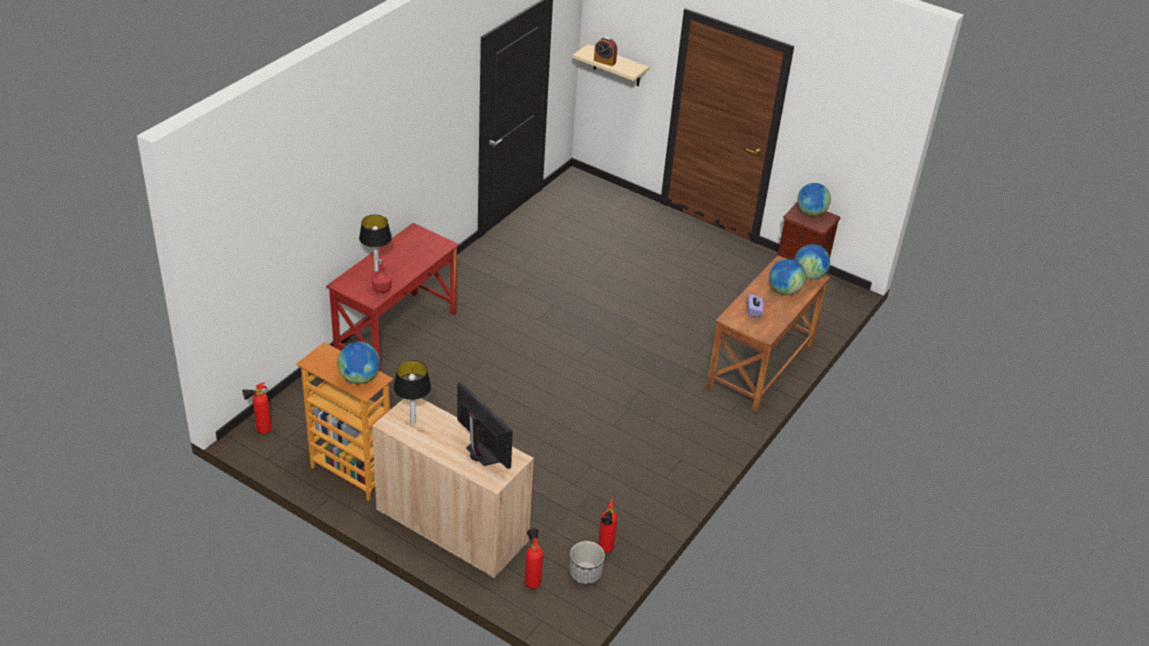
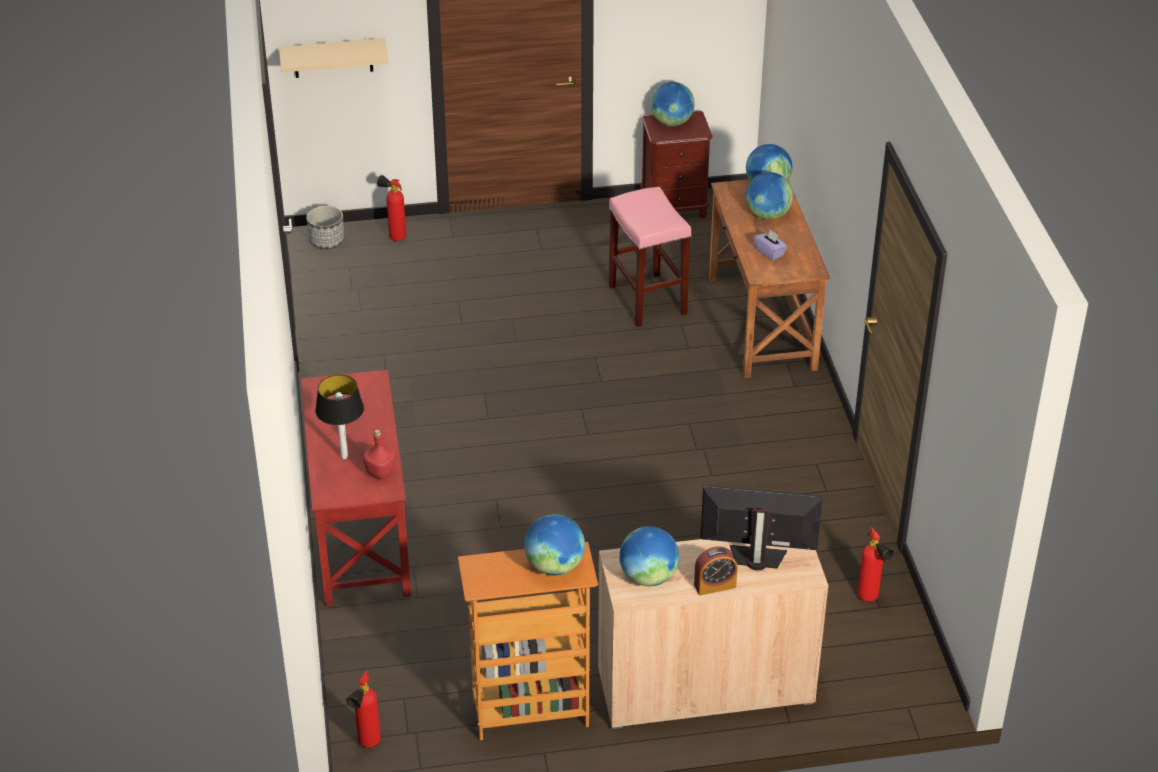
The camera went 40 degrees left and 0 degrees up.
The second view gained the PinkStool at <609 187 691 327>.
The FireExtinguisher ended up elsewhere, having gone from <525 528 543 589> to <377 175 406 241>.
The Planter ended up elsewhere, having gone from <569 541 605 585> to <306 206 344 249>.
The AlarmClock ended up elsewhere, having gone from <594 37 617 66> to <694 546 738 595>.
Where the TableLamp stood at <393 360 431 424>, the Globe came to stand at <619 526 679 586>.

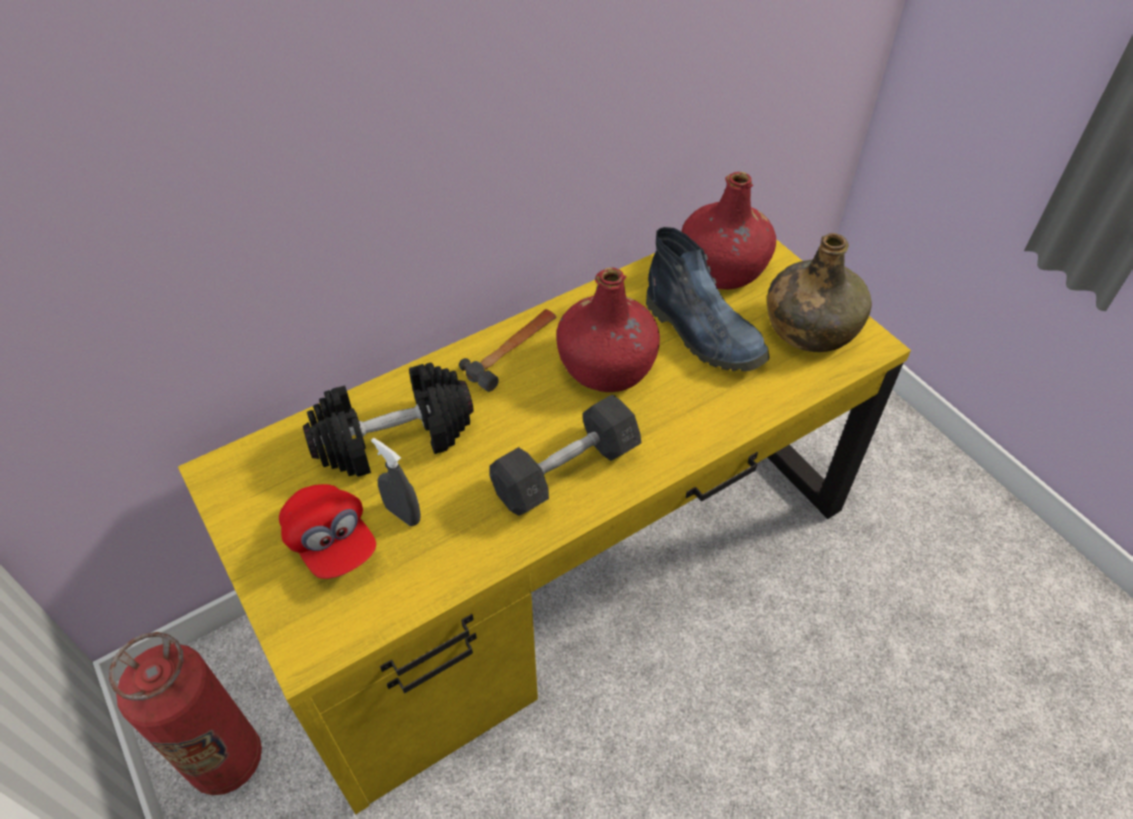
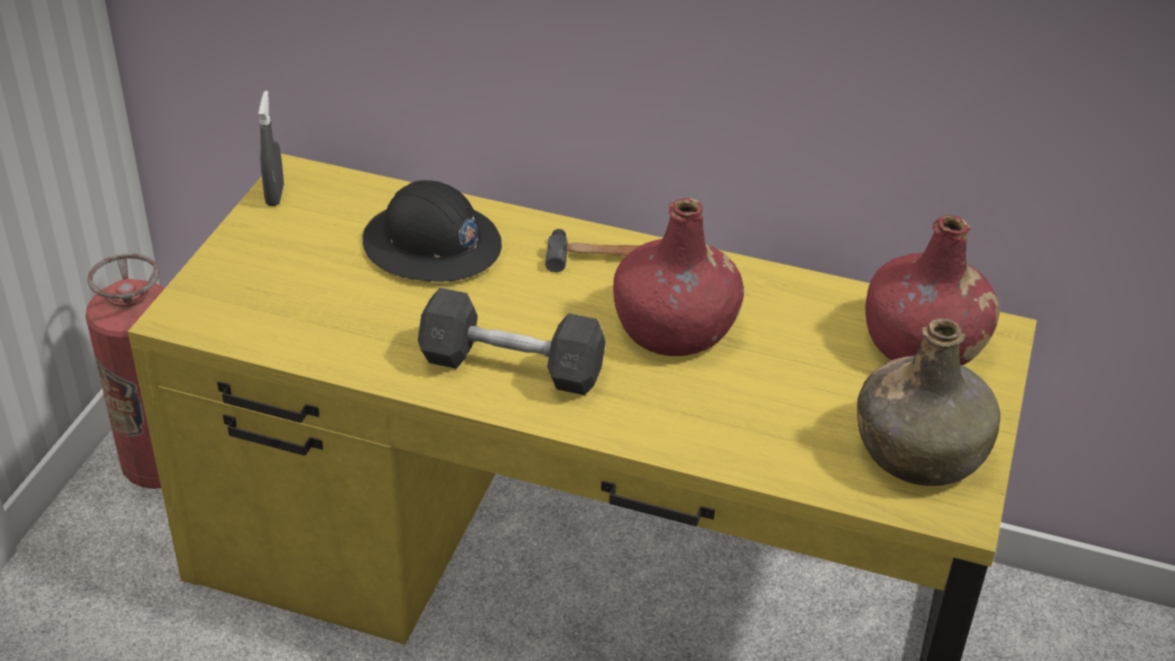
The camera went 50 degrees right and 10 degrees down.
The second view lost the RedCap at <279 484 376 579>.
The second view lost the Boot at <646 227 770 371>.
The GreySprayBottle ended up elsewhere, having gone from <371 438 421 526> to <258 91 284 206>.
Where the BlackDumbbell stood at <303 363 474 477>, the BlackHardHat came to stand at <363 180 502 282>.

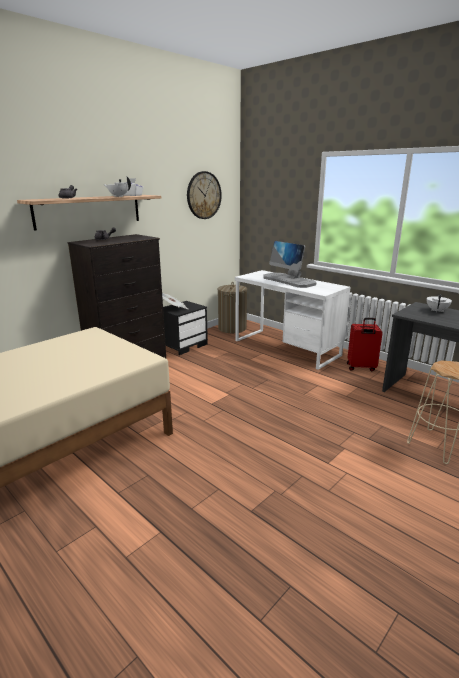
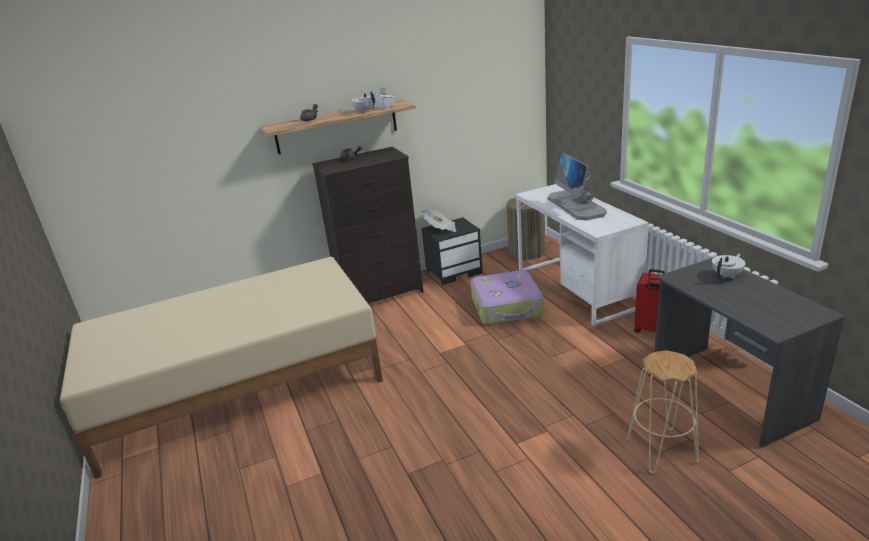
The camera went 25 degrees right and 5 degrees up.
The second view lost the WallClock at <187 171 222 219>.
The second view gained the Suitcase at <471 270 544 325>.

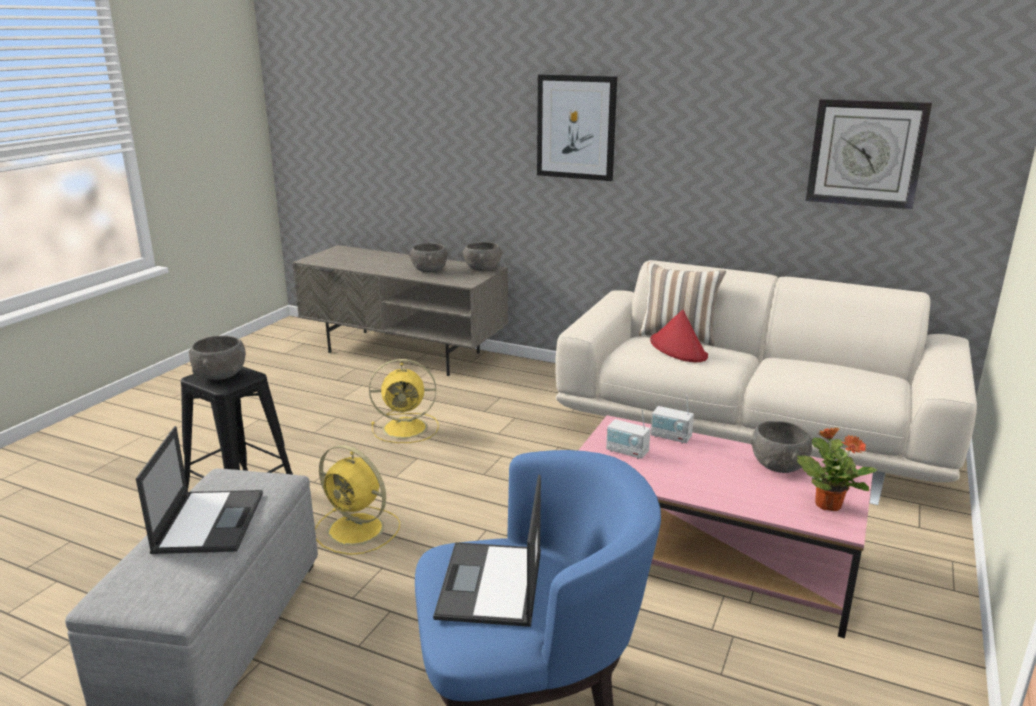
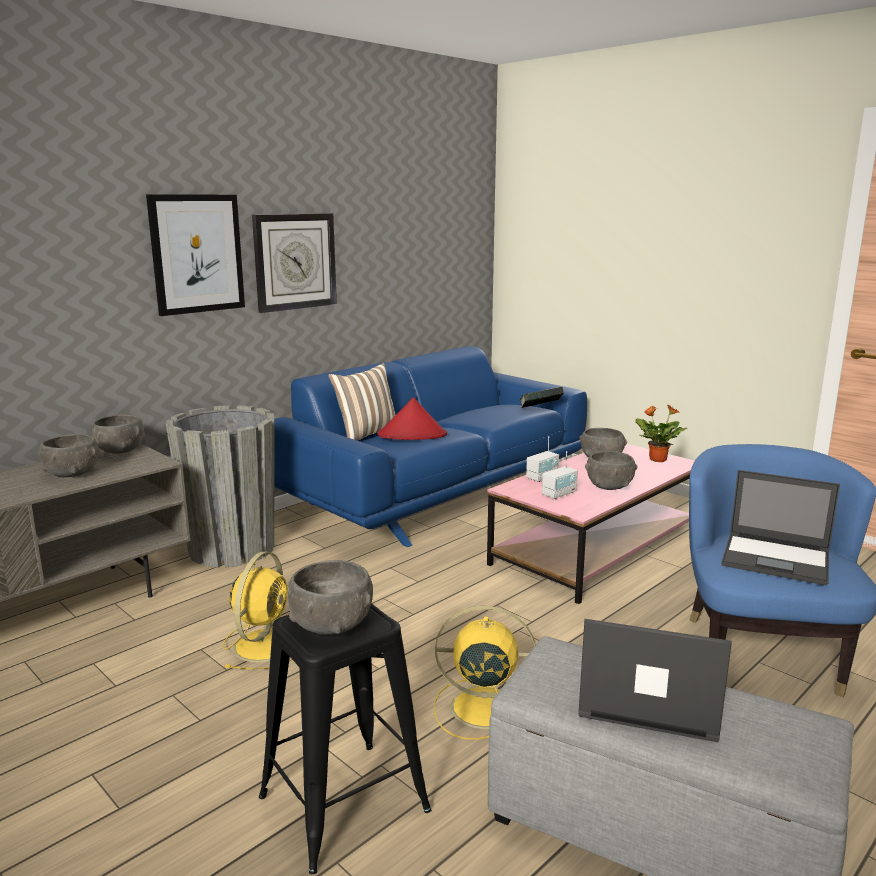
The camera went 70 degrees left and 5 degrees down.
The second view gained the GreyPlanter at <166 405 275 567>.
The second view gained the Book at <520 387 564 408>.
The second view gained the GreyBowl at <585 451 638 490>.
The WallClock ended up elsewhere, having gone from <806 99 932 210> to <252 213 337 313>.
What was the BeigeSofa at <555 260 977 505> turned into the BlueSofa at <274 346 587 547>.
The YellowFan at <315 445 400 555> ended up facing another way, 135 degrees counterclockwise from before.

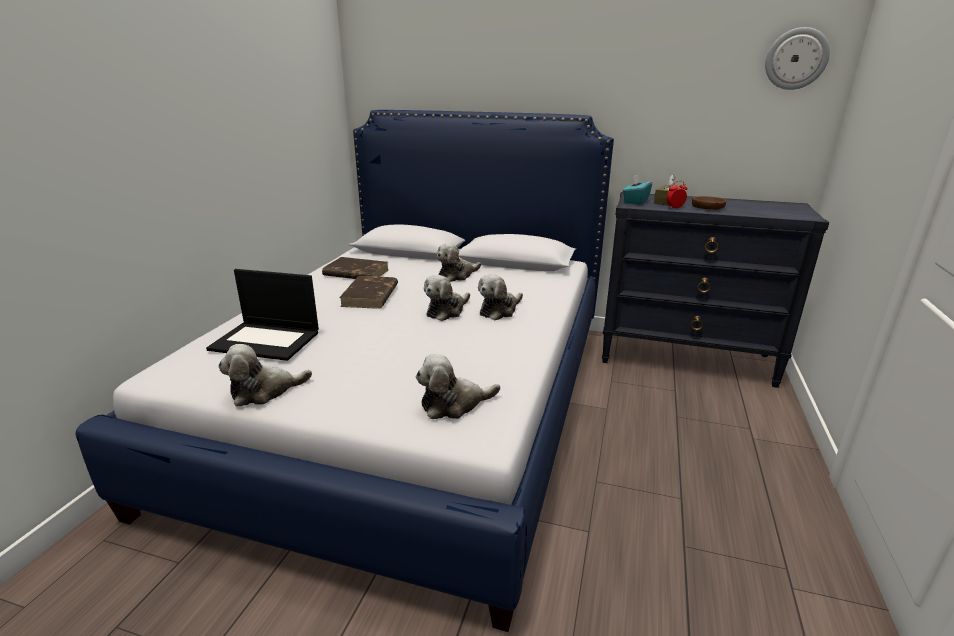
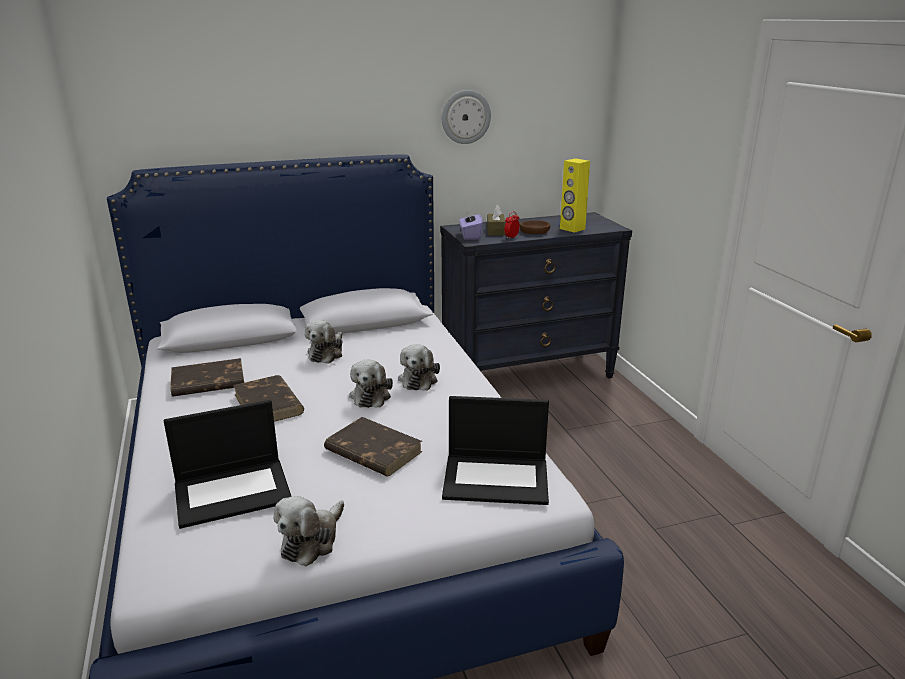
The camera went 35 degrees left and 0 degrees up.
The second view gained the BrownBook at <324 417 422 477>.
The second view gained the YellowSpeaker at <560 158 590 233>.
The WallClock ended up elsewhere, having gone from <765 27 830 90> to <442 90 491 144>.
Where the PlushToy stood at <416 354 500 419>, the Laptop came to stand at <442 396 549 505>.
What was the TurquoiseTissueBox at <623 175 652 205> turned into the PurpleTissueBox at <459 209 483 240>.

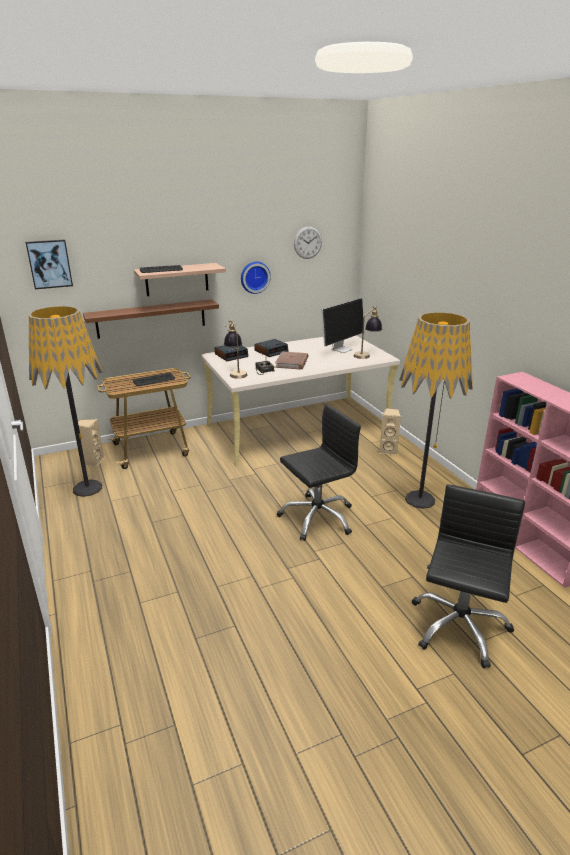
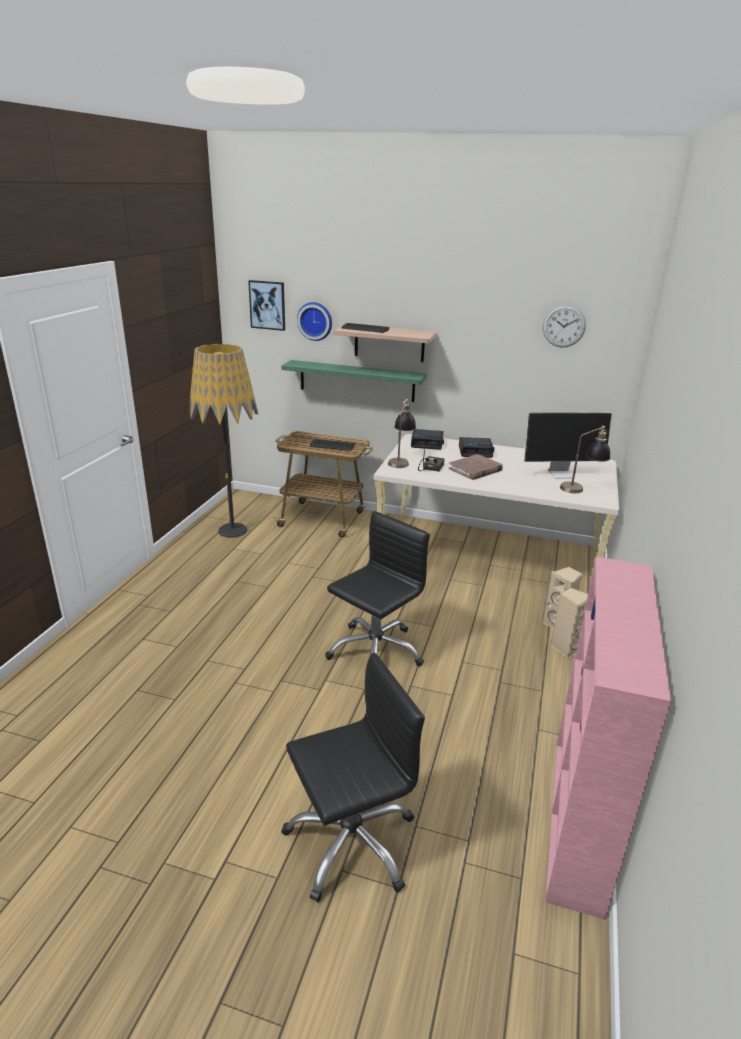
The camera went 40 degrees right and 0 degrees up.
The second view lost the FloorLamp at <399 312 473 509>.
The BeigeSpeaker ended up elsewhere, having gone from <78 419 104 467> to <551 587 588 659>.
The WallClock ended up elsewhere, having gone from <241 261 271 294> to <297 302 332 341>.
What was the BrownShelf at <83 299 219 339> turned into the GreenShelf at <281 360 427 402>.
The BlackOfficeChair at <277 404 361 541> ended up facing another way, 60 degrees counterclockwise from before.

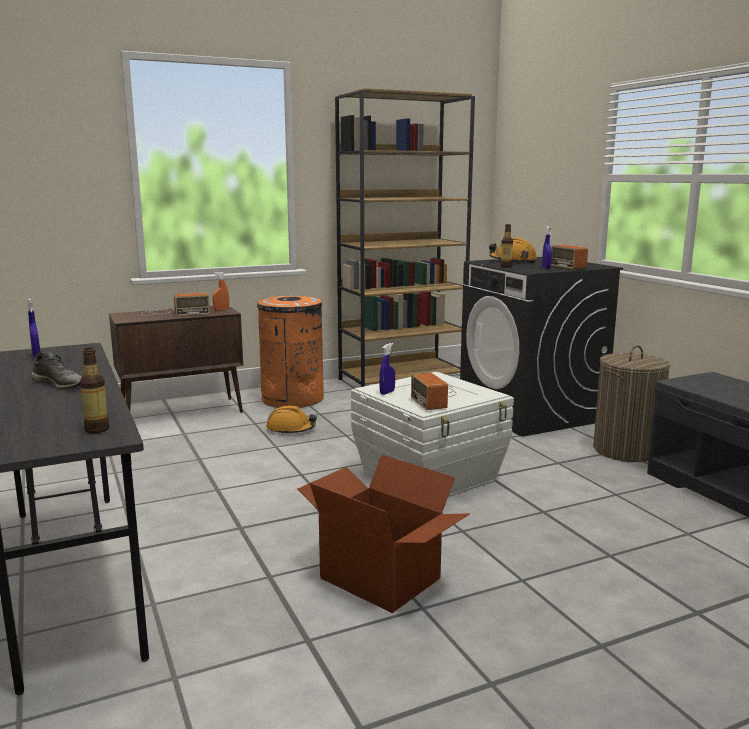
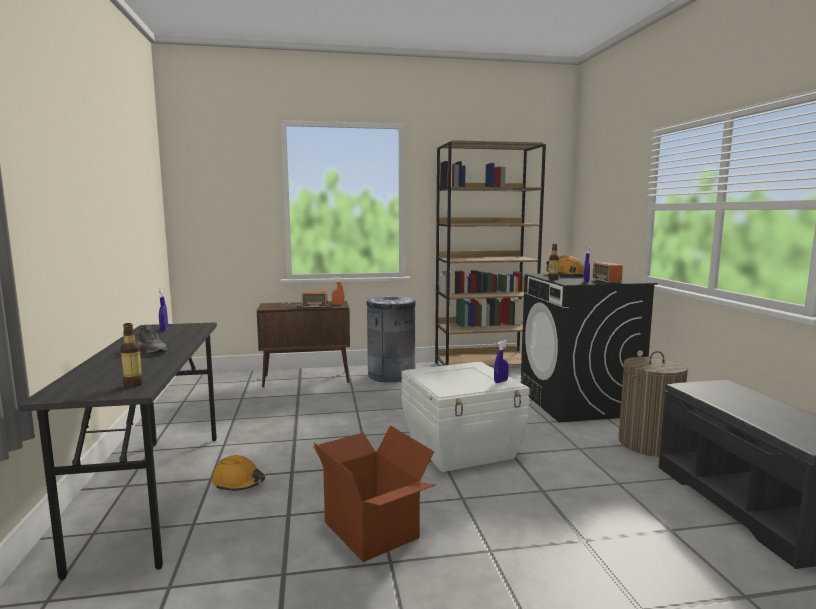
The camera went 15 degrees right and 5 degrees down.
The second view lost the Radio at <411 373 456 410>.
The OrangeHardHat ended up elsewhere, having gone from <266 406 317 435> to <212 455 265 491>.
The BlueSprayBottle ended up elsewhere, having gone from <379 343 395 395> to <494 340 509 383>.
What was the OrangeTrashCan at <257 296 324 408> turned into the GreyTrashCan at <366 296 416 383>.

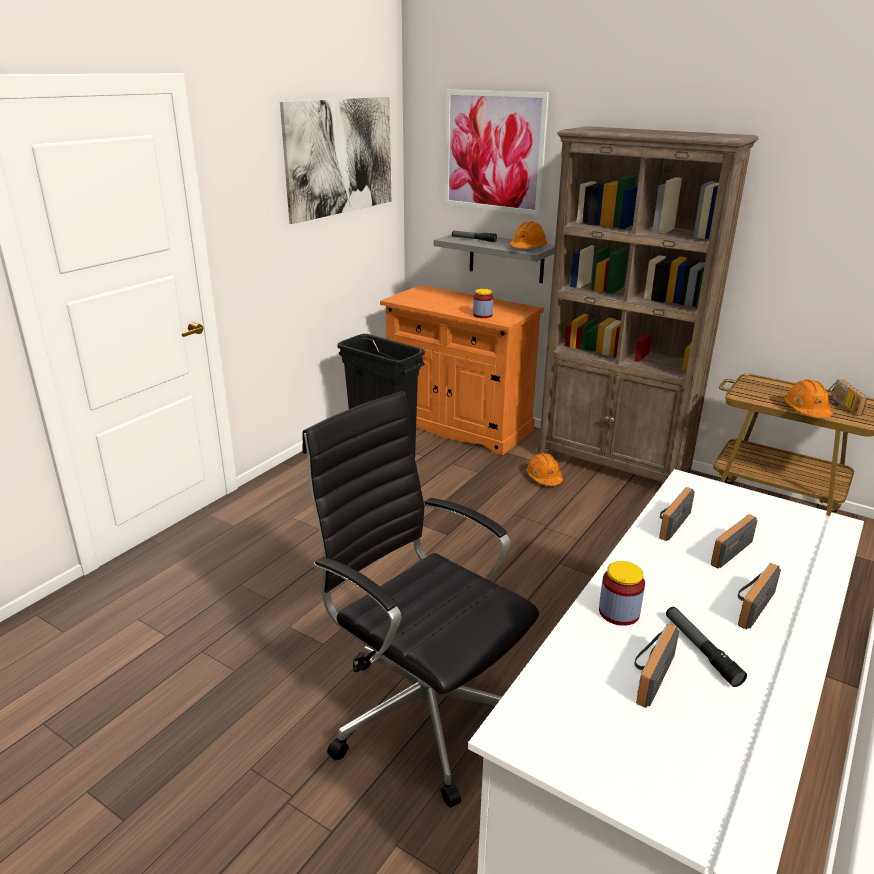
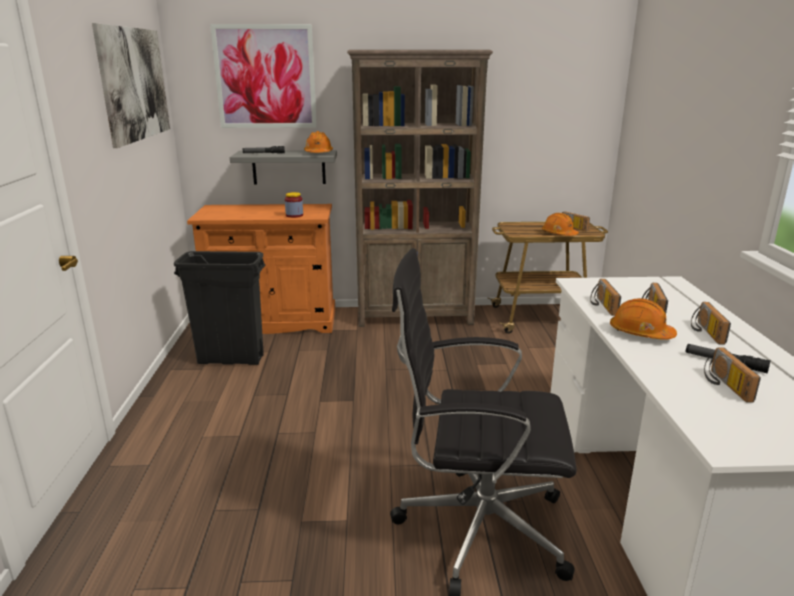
The camera went 35 degrees left and 5 degrees down.
The second view lost the Jar at <599 561 645 626>.
The OrangeHardHat ended up elsewhere, having gone from <526 453 563 486> to <610 298 677 340>.

